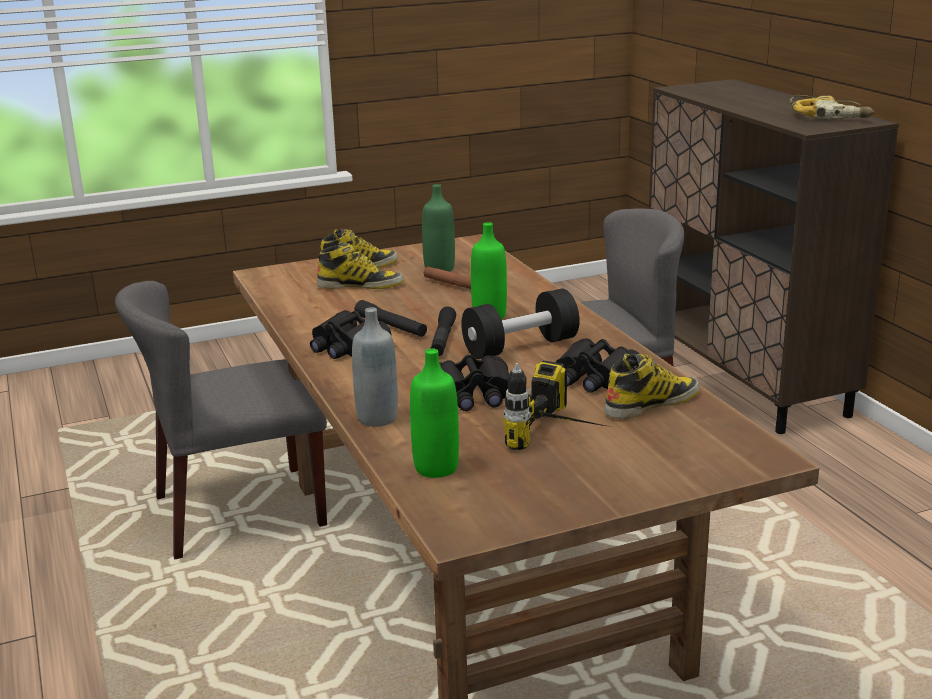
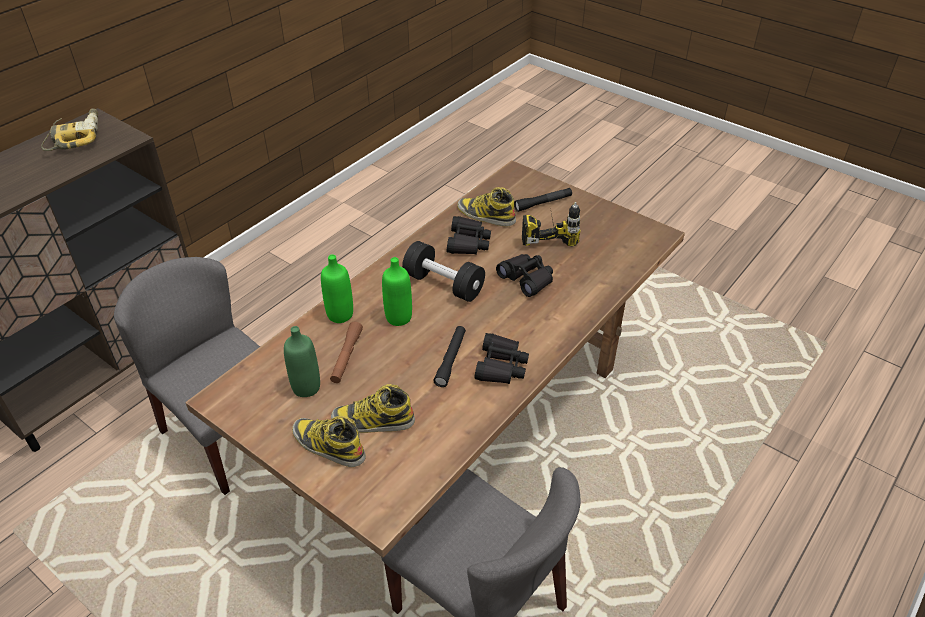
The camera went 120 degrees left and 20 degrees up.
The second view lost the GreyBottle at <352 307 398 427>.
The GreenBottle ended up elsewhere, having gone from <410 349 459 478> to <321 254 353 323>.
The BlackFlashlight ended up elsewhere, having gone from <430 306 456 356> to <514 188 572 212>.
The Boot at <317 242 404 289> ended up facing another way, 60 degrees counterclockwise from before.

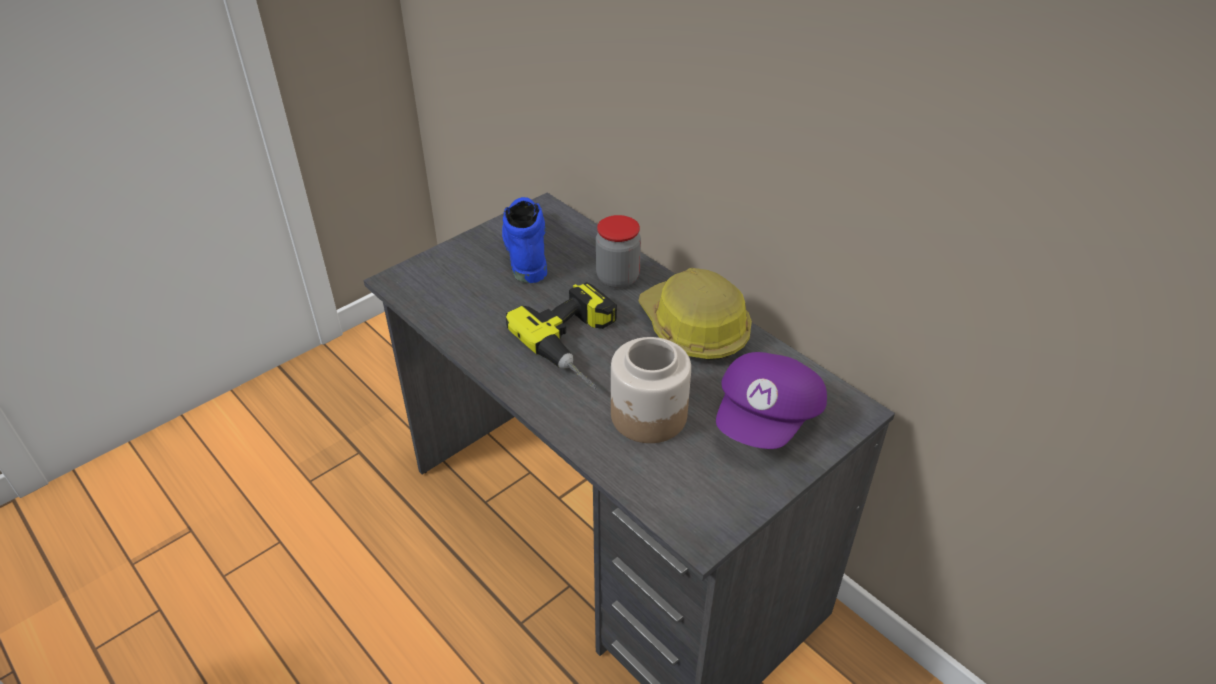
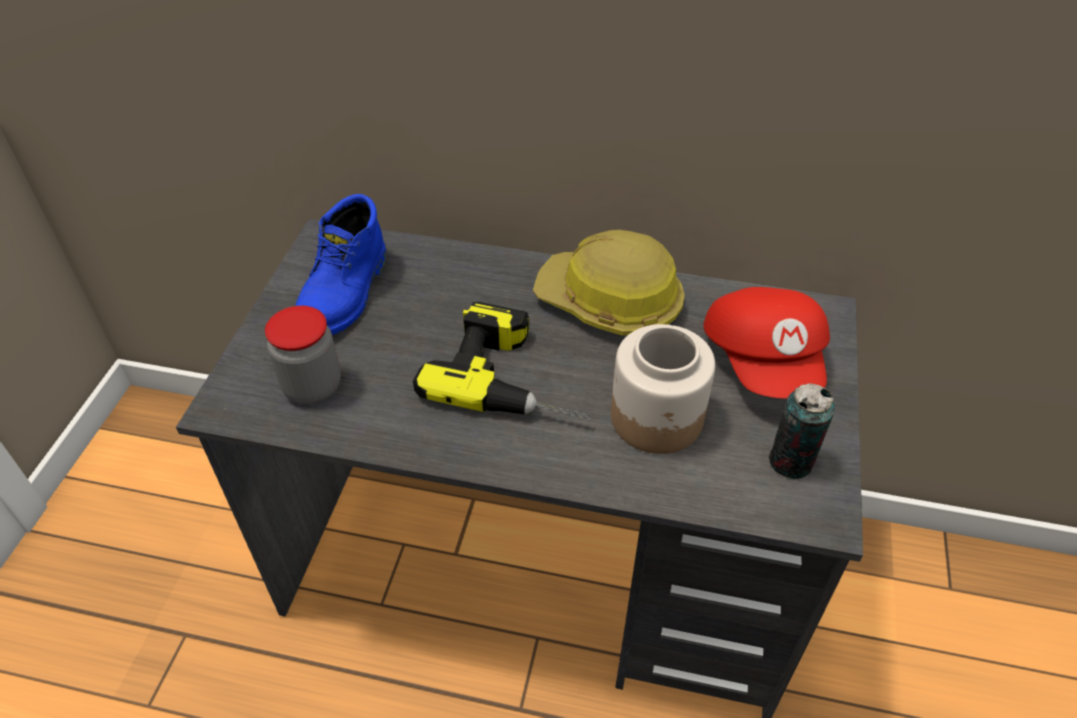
The camera went 35 degrees left and 5 degrees up.
The second view gained the Can at <768 383 835 479>.
The Jar ended up elsewhere, having gone from <596 215 641 288> to <265 306 341 404>.
What was the PurpleCap at <716 352 827 449> turned into the RedCap at <703 287 830 398>.
The BlueBoot at <502 197 547 283> ended up facing another way, 120 degrees counterclockwise from before.

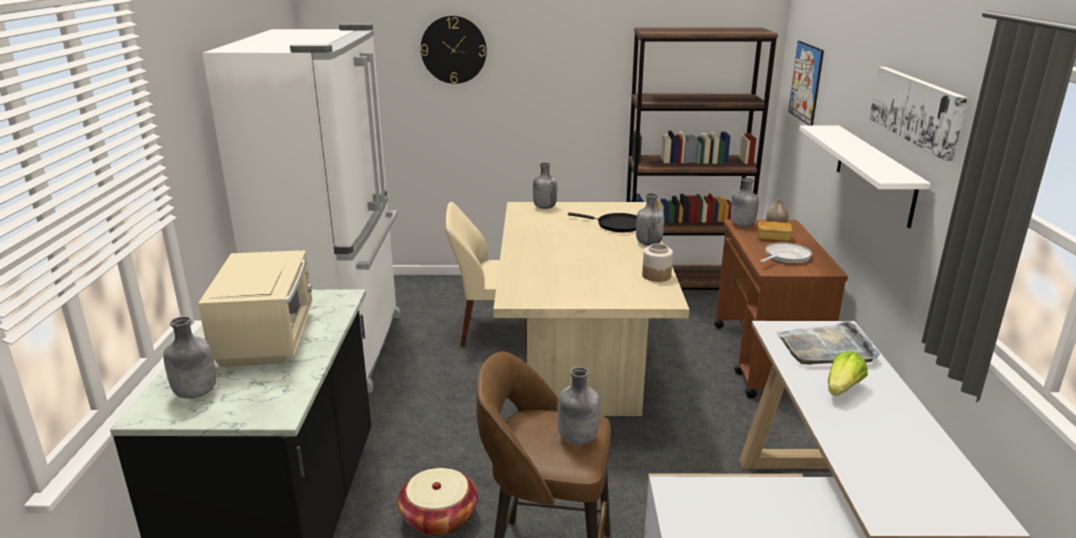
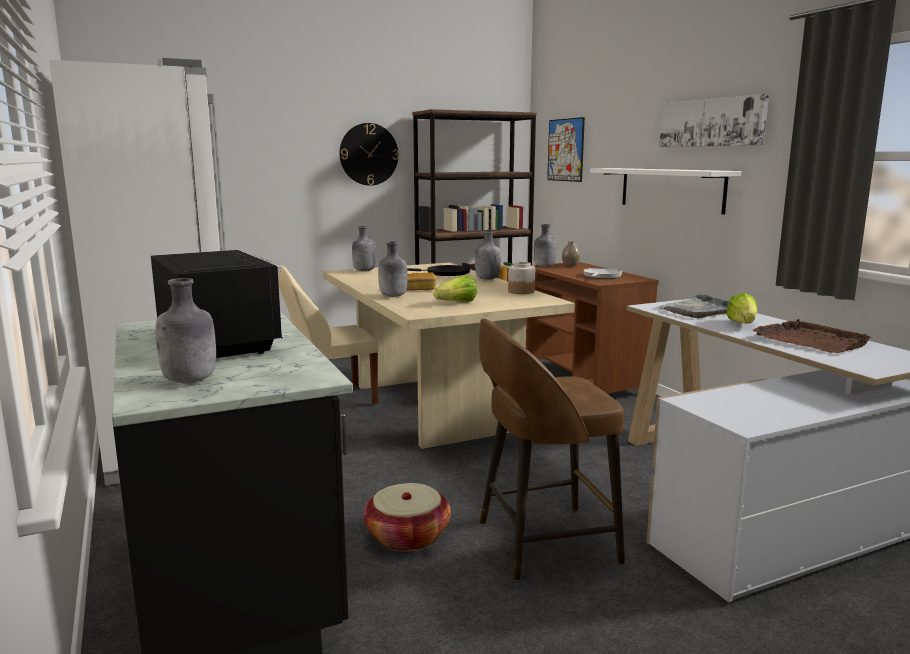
The camera went 25 degrees left and 10 degrees down.
The second view gained the Lettuce at <434 275 477 302>.
The second view gained the BrownTray at <753 319 873 353>.
The WallClock ended up elsewhere, having gone from <421 16 487 84> to <339 123 399 186>.
The GreyBottle ended up elsewhere, having gone from <557 367 600 445> to <378 242 408 297>.
The Bread ended up elsewhere, having gone from <758 222 793 241> to <406 272 437 291>.
What was the BeigeMicrowave at <198 250 312 368> turned into the BlackMicrowave at <151 250 283 358>.

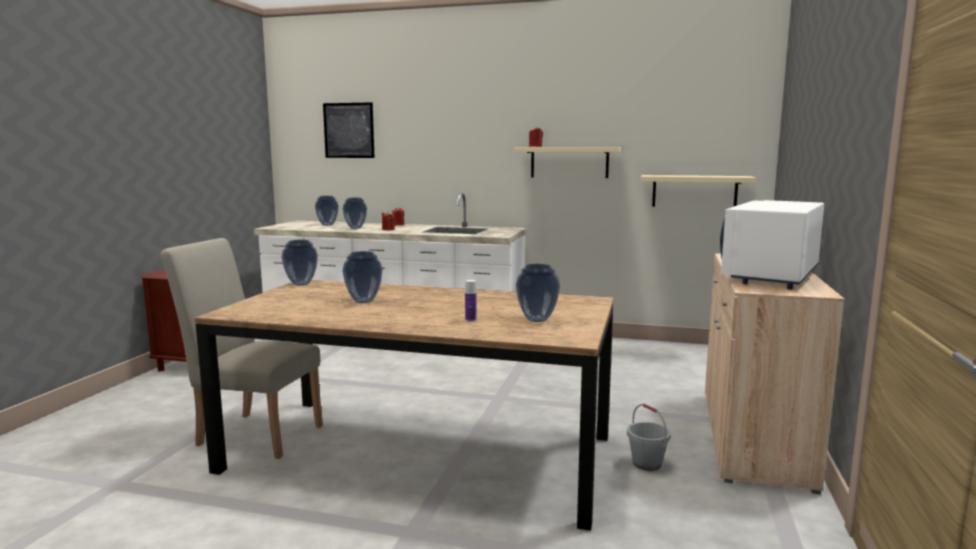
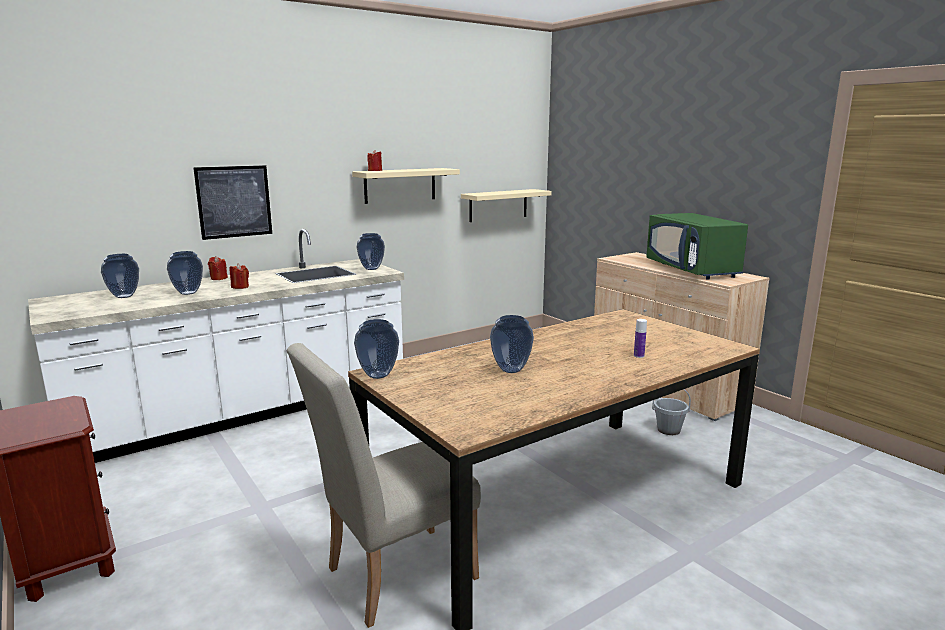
The camera went 50 degrees left and 5 degrees up.
The Picture ended up elsewhere, having gone from <323 102 375 158> to <193 165 272 240>.
The Vase ended up elsewhere, having gone from <516 264 560 322> to <357 233 385 270>.
What was the WhiteMicrowave at <720 200 824 289> turned into the GreenMicrowave at <646 213 748 280>.

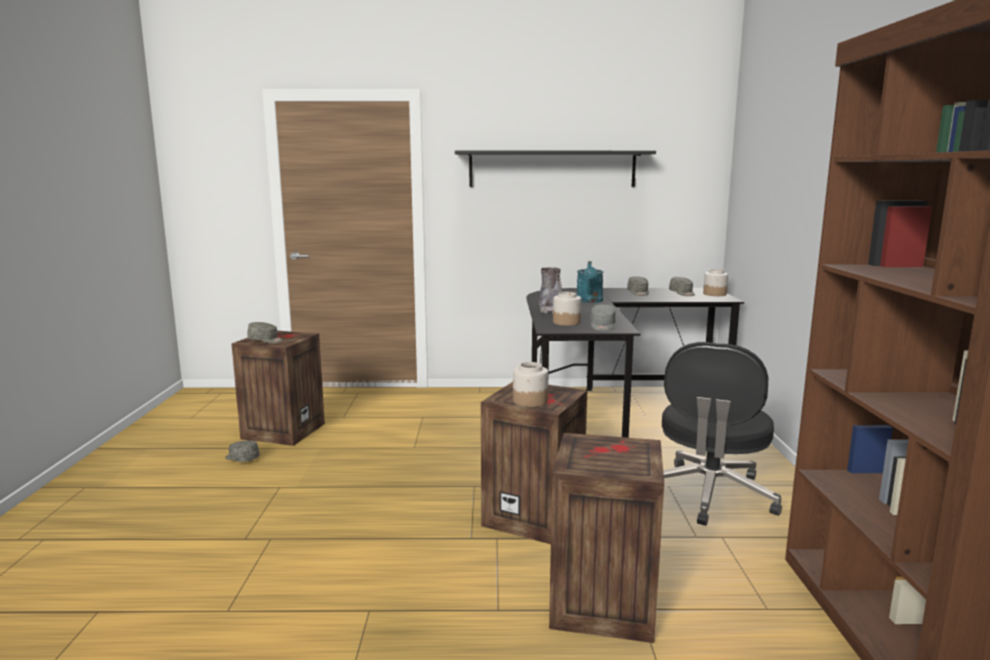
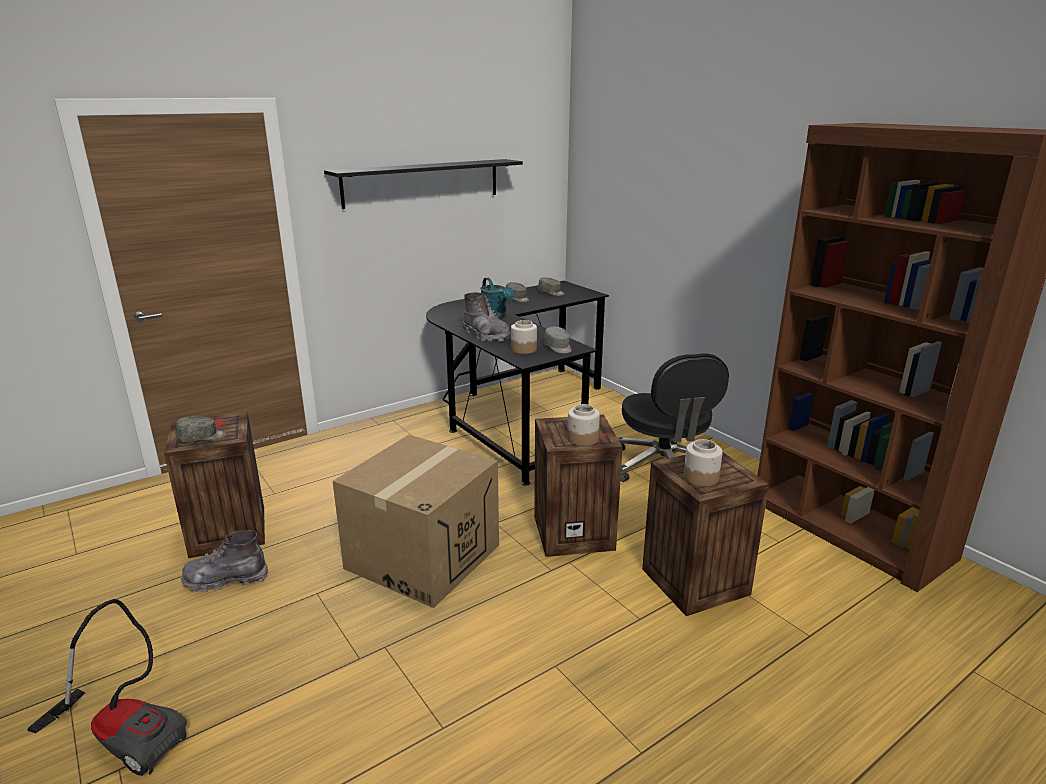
The camera went 35 degrees left and 10 degrees up.
The second view gained the VacuumCleaner at <27 599 187 776>.
The second view gained the CardboardBox at <333 435 499 608>.
The Jar ended up elsewhere, having gone from <703 269 728 296> to <684 439 723 487>.
Where the GreyCap stood at <225 440 260 462>, the GreyBoot came to stand at <181 530 268 592>.

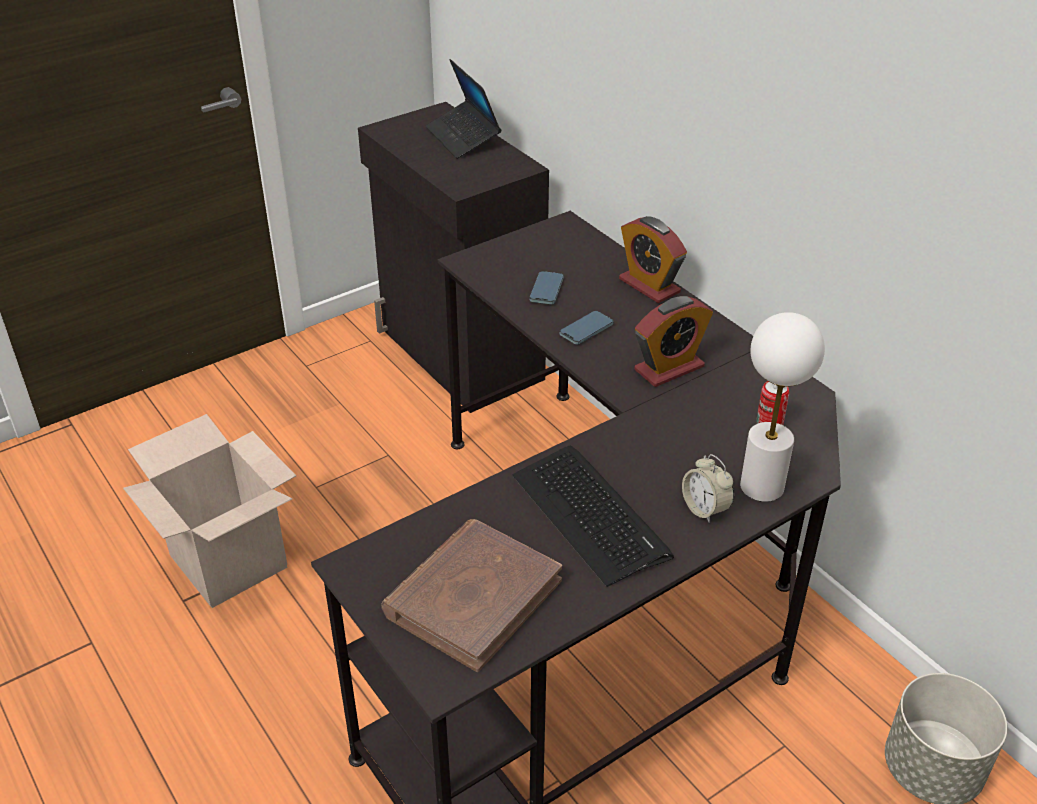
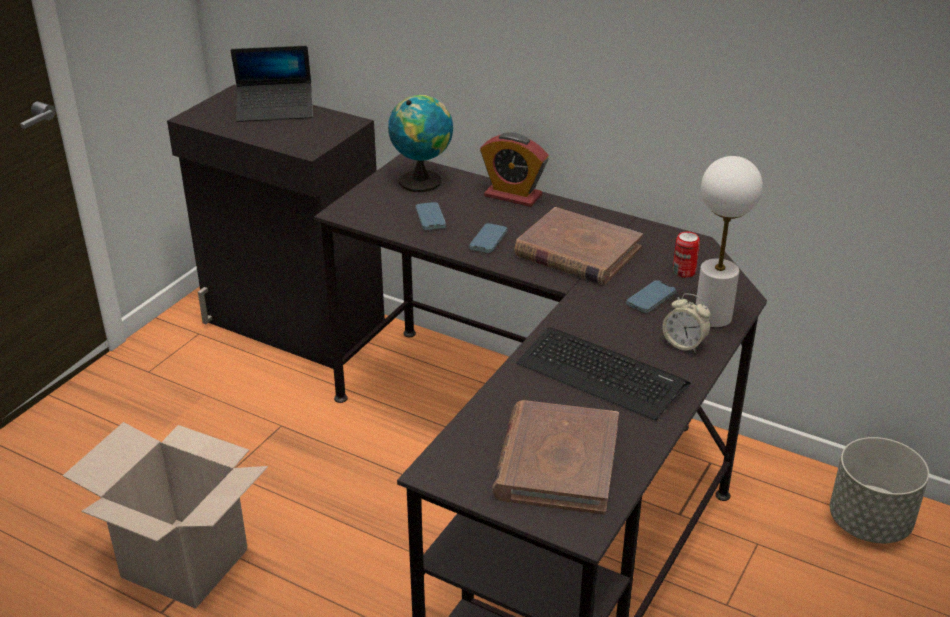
The camera went 25 degrees left and 5 degrees down.
The second view gained the Globe at <388 95 453 192>.
The second view gained the Phone at <626 280 676 313>.
Where the AlarmClock stood at <634 296 713 387>, the BrownBook came to stand at <514 207 643 285>.
The Laptop at <426 59 501 159> ended up facing another way, 45 degrees counterclockwise from before.

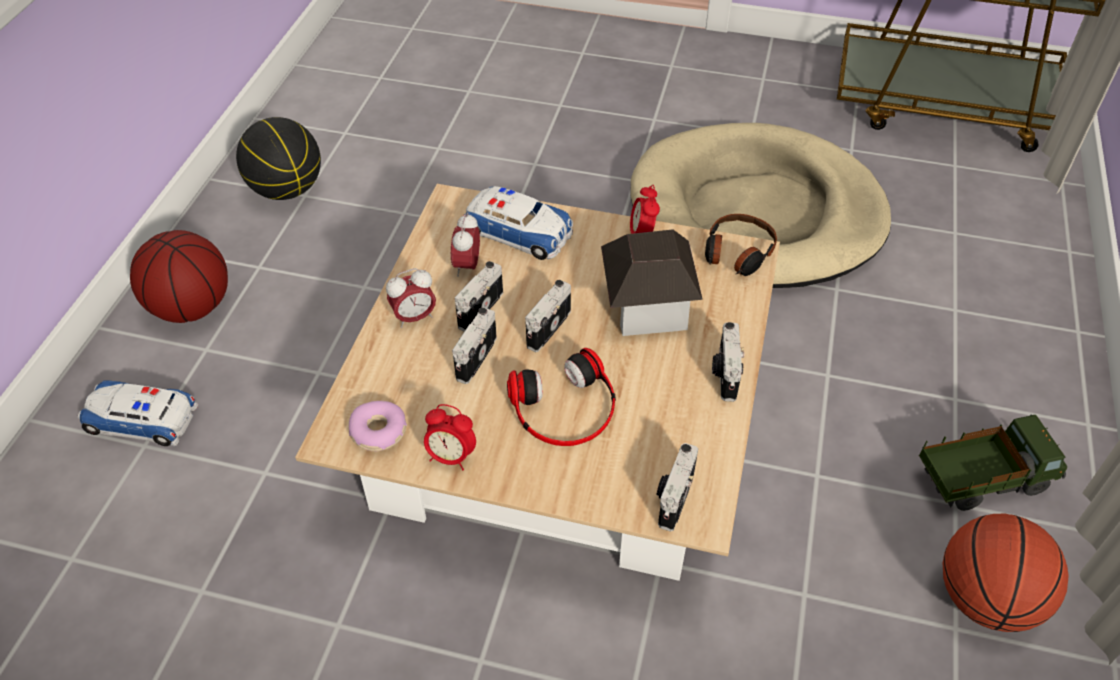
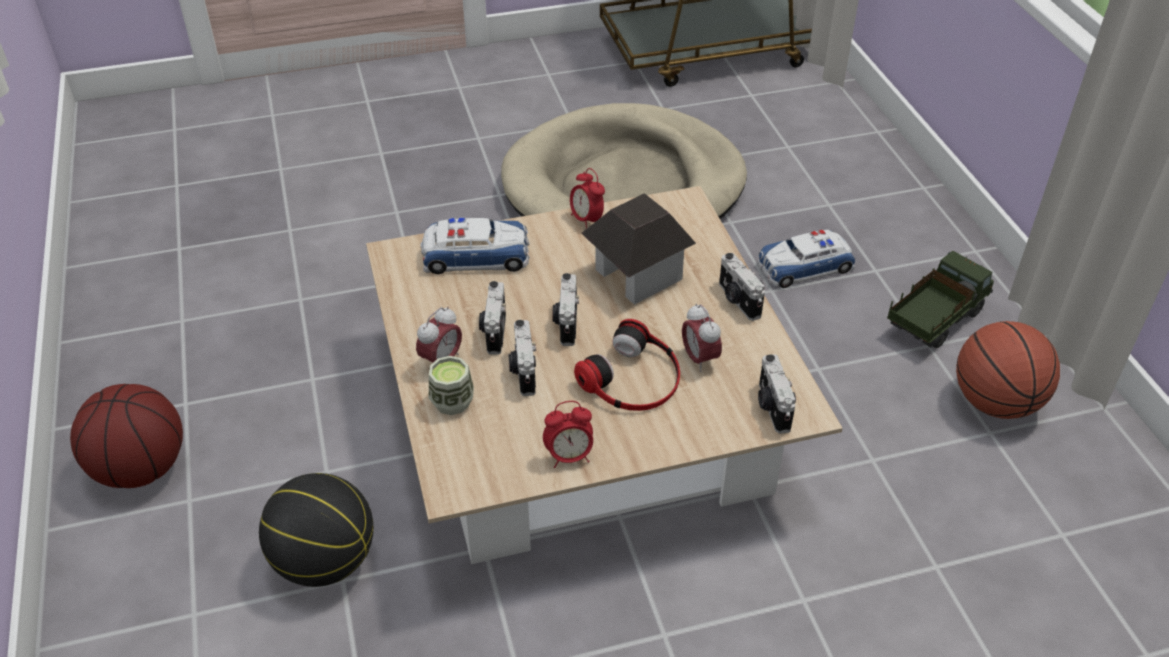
The camera went 30 degrees left and 5 degrees down.
The second view lost the Donut at <349 401 407 451>.
The second view lost the Headphones at <705 214 777 276>.
The second view gained the Cup at <429 356 474 415>.
The ToyCar ended up elsewhere, having gone from <78 381 198 446> to <757 230 855 288>.
The Basketball ended up elsewhere, having gone from <236 117 321 200> to <259 473 374 587>.
The AlarmClock ended up elsewhere, having gone from <451 213 480 277> to <682 303 722 372>.

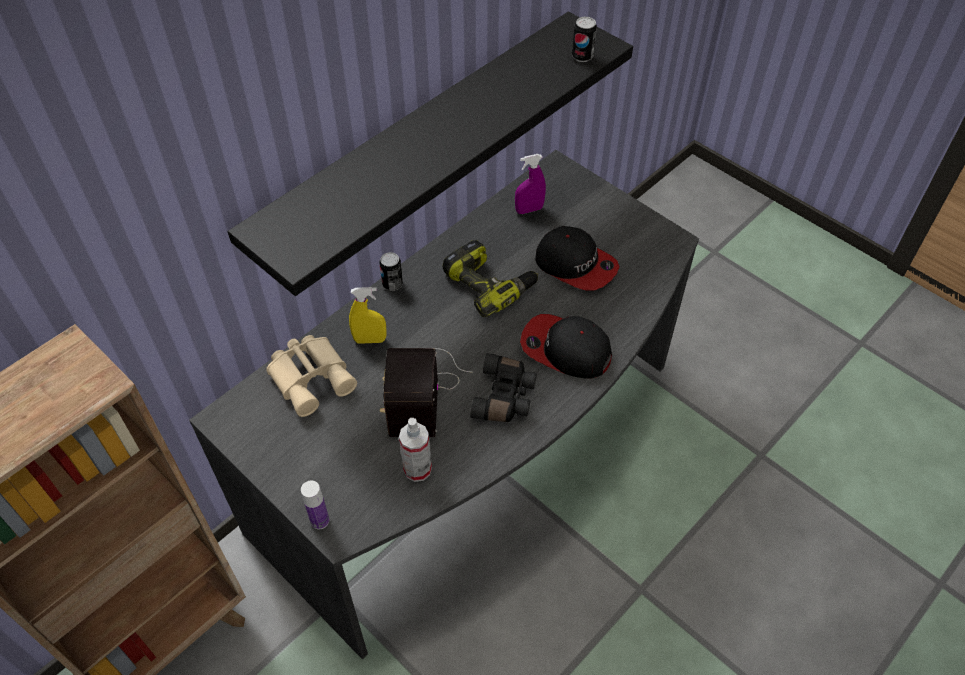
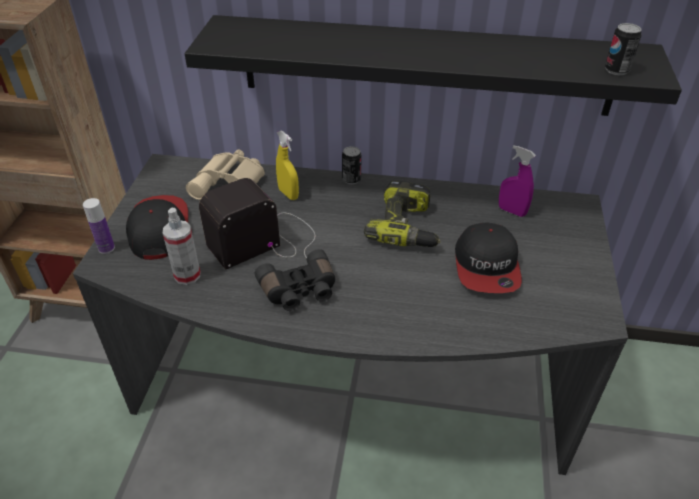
The camera went 55 degrees right and 10 degrees down.
The Cap ended up elsewhere, having gone from <520 314 612 379> to <126 195 188 260>.

